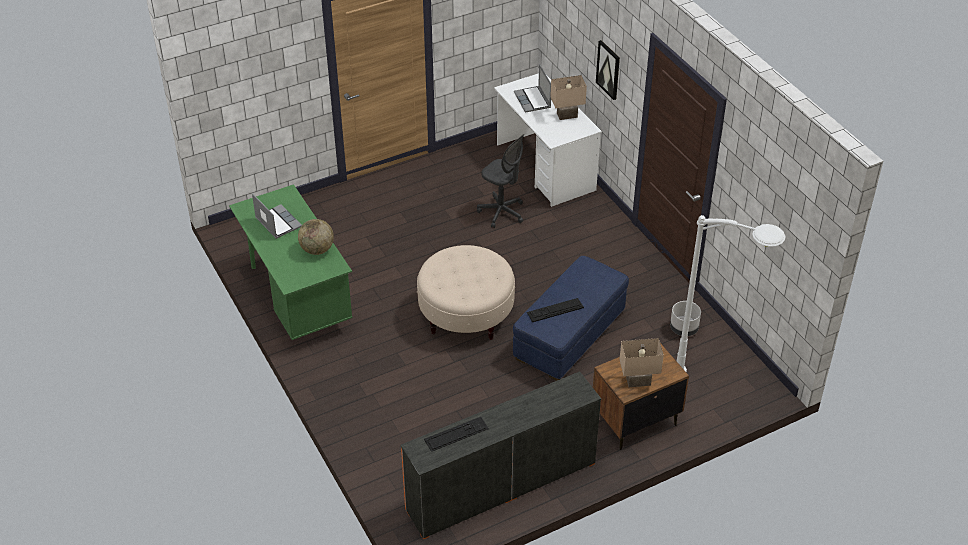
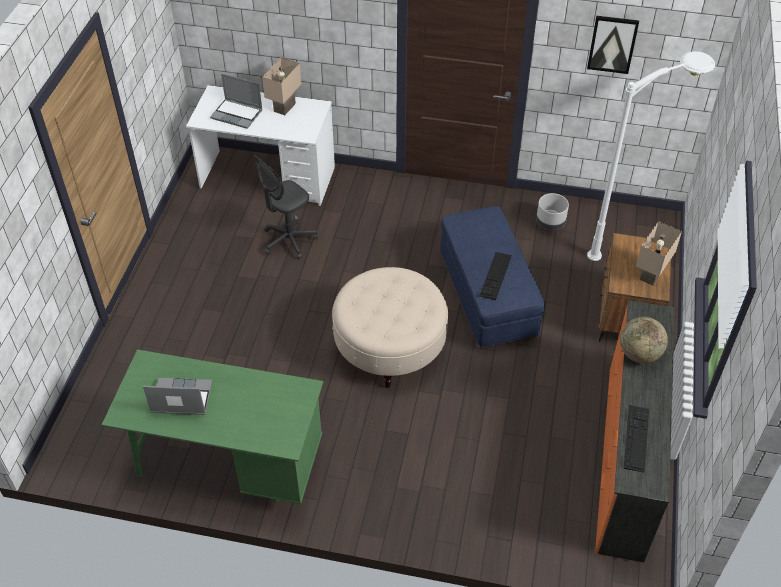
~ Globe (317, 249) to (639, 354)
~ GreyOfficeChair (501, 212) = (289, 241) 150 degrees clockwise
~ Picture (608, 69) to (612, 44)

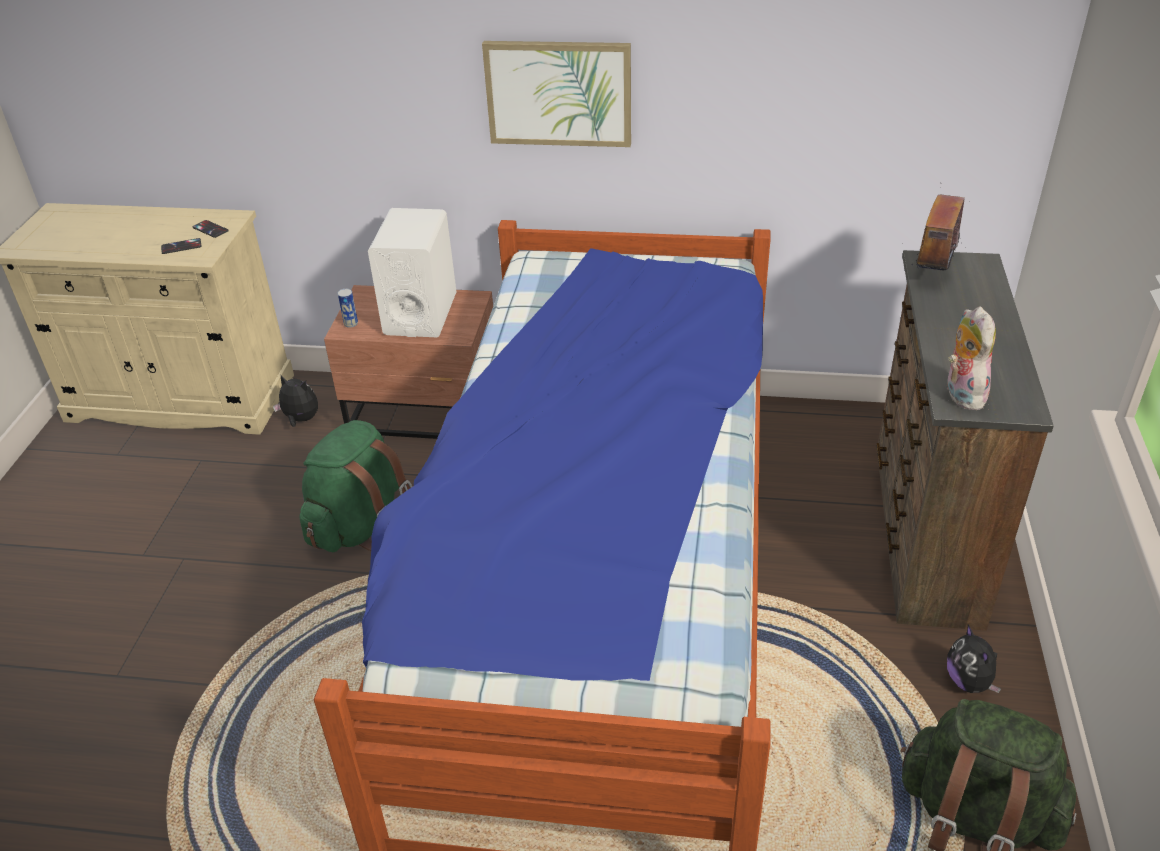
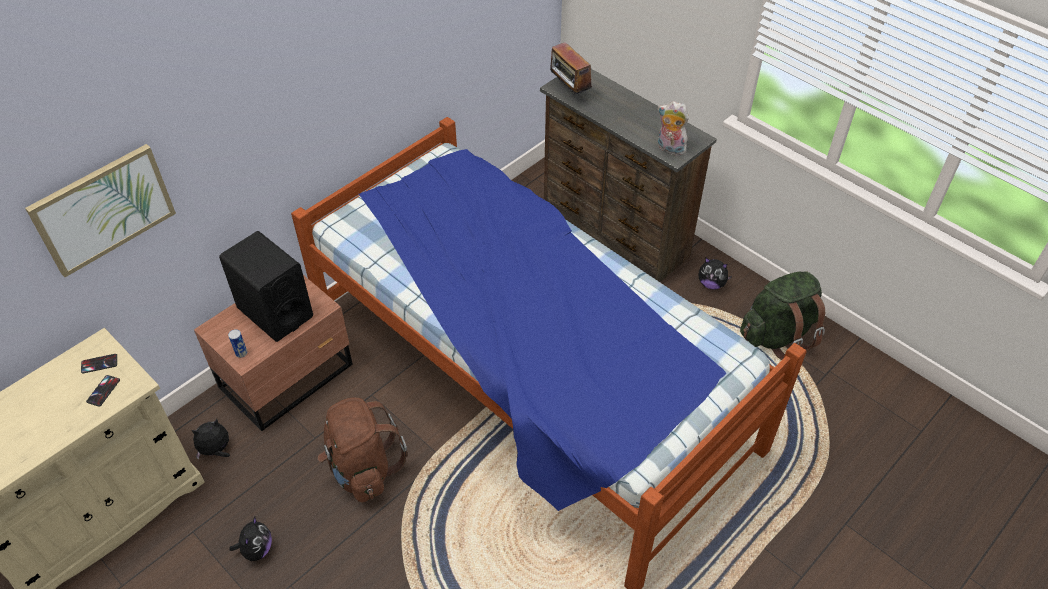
~ GreenBackpack (360, 526) to BrownBackpack (363, 468)
~ WhiteSpeaker (420, 314) to BlackSpeaker (275, 312)
~ Picture (559, 93) to (103, 209)
+ PlushToy (257, 549)

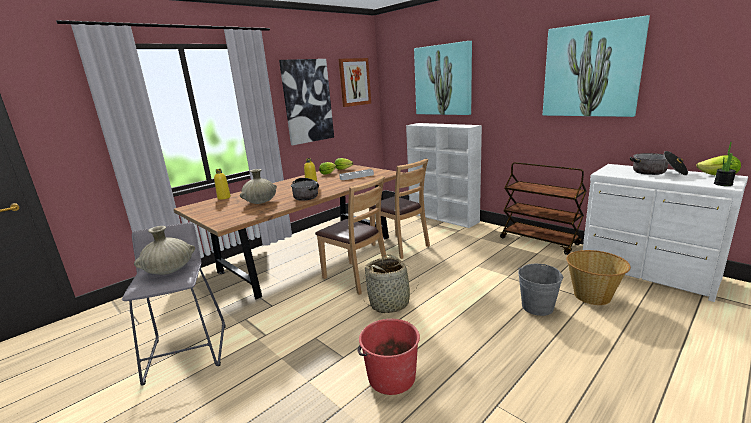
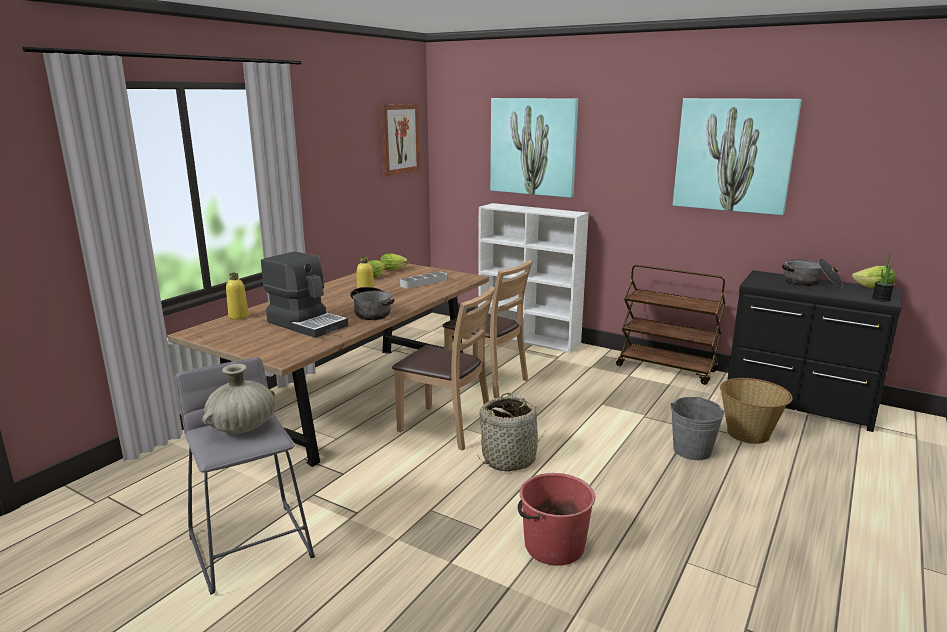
~ BeigeVase (260, 202) to CoffeeMachine (307, 323)
- Picture (307, 101)
~ WhiteDresser (648, 273) to BlackDresser (799, 403)

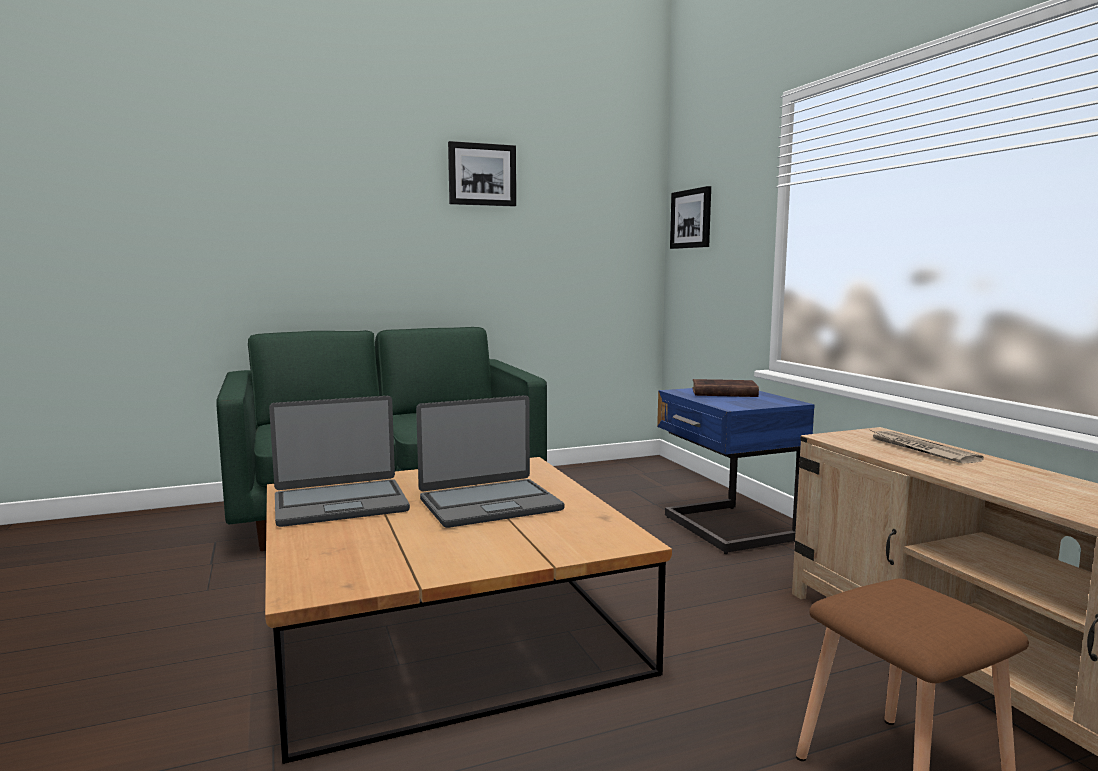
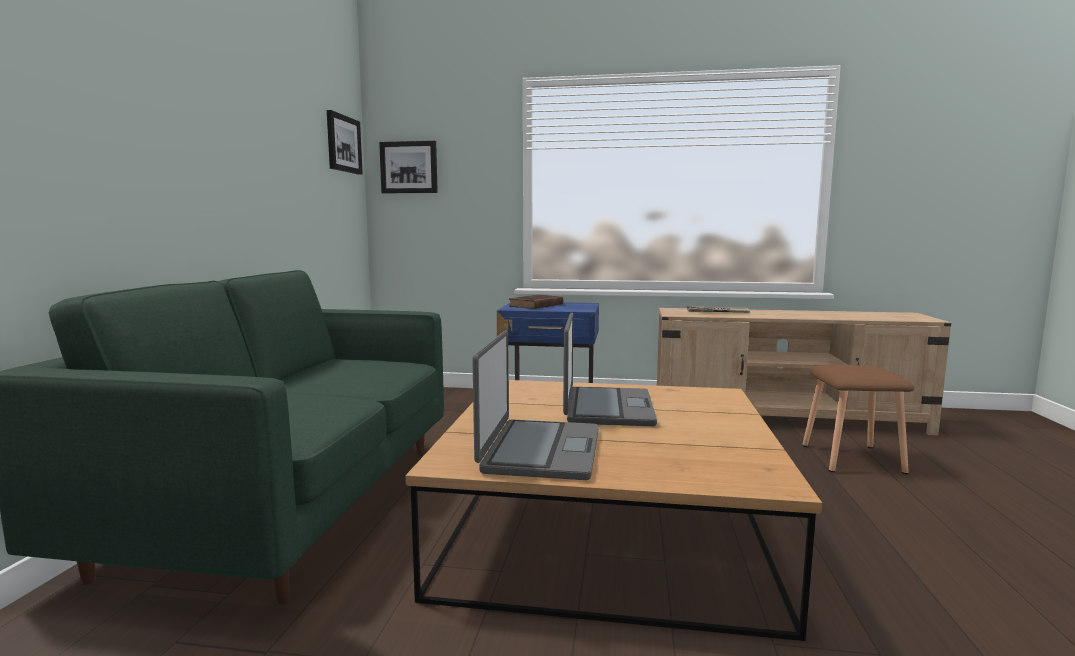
~ Picture (482, 174) to (343, 144)

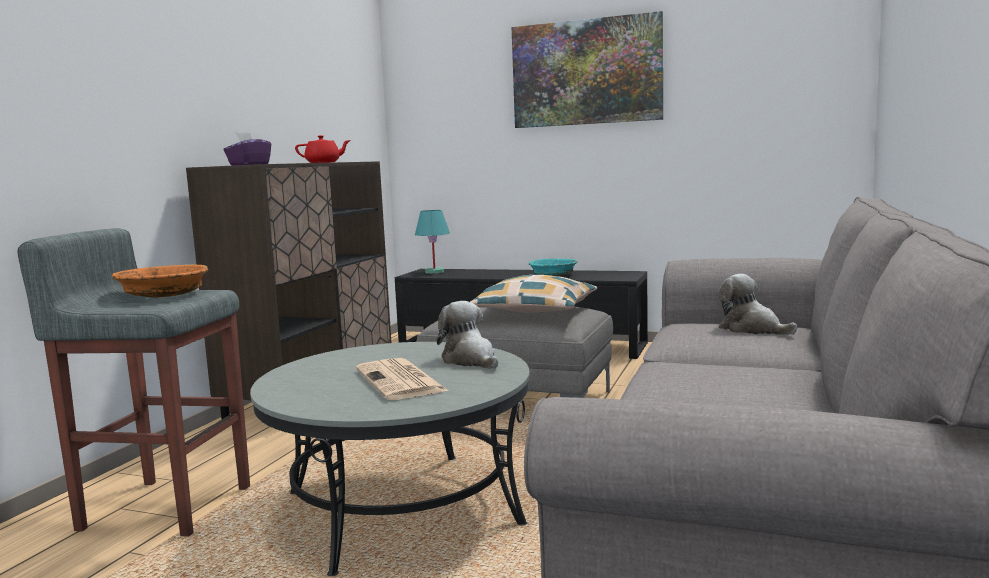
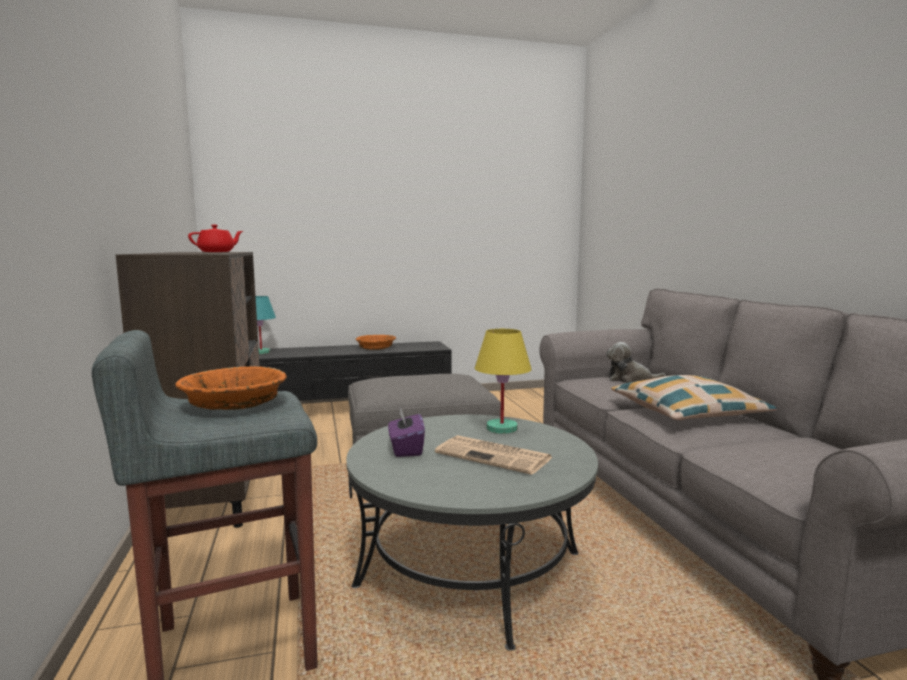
~ PurpleTissueBox (249, 165) to (406, 449)
~ PlushToy (470, 360) to YellowTableLamp (502, 428)
~ Pillow (536, 310) to (686, 413)
- Picture (586, 72)
~ TurquoiseBowl (553, 274) to OrangeBowl (376, 348)

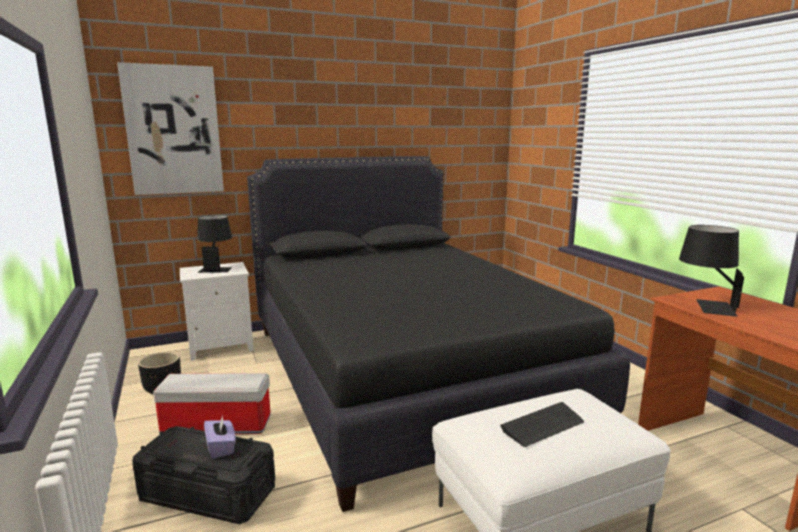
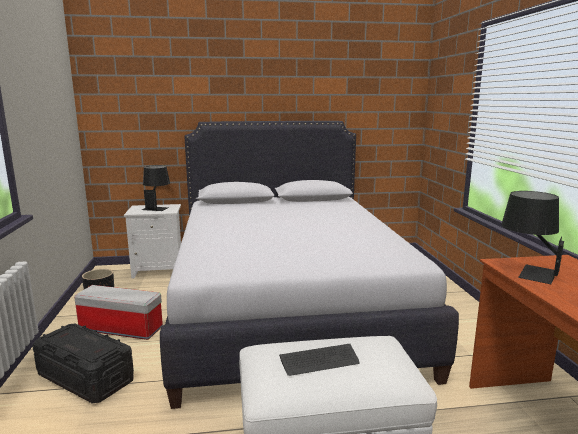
- Picture (173, 130)
- PurpleTissueBox (221, 447)
~ BlackBed (404, 373) to WhiteBed (286, 307)

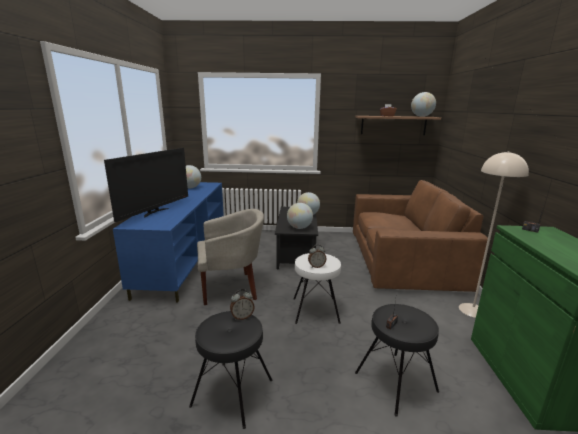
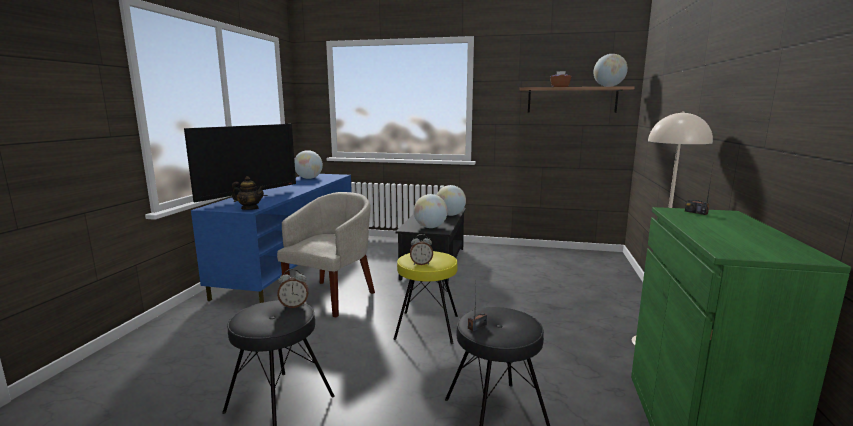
~ BeigeArmchair (231, 288) = (332, 297) 60 degrees counterclockwise
~ WhiteStool (315, 310) to YellowStool (427, 327)
- BrownSofa (403, 259)
+ Teapot (250, 208)

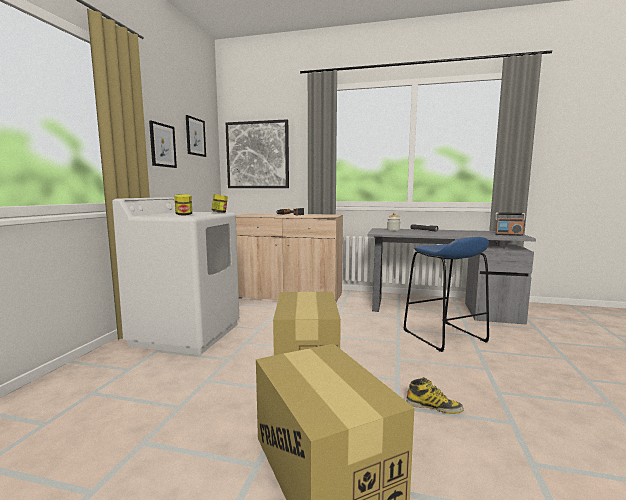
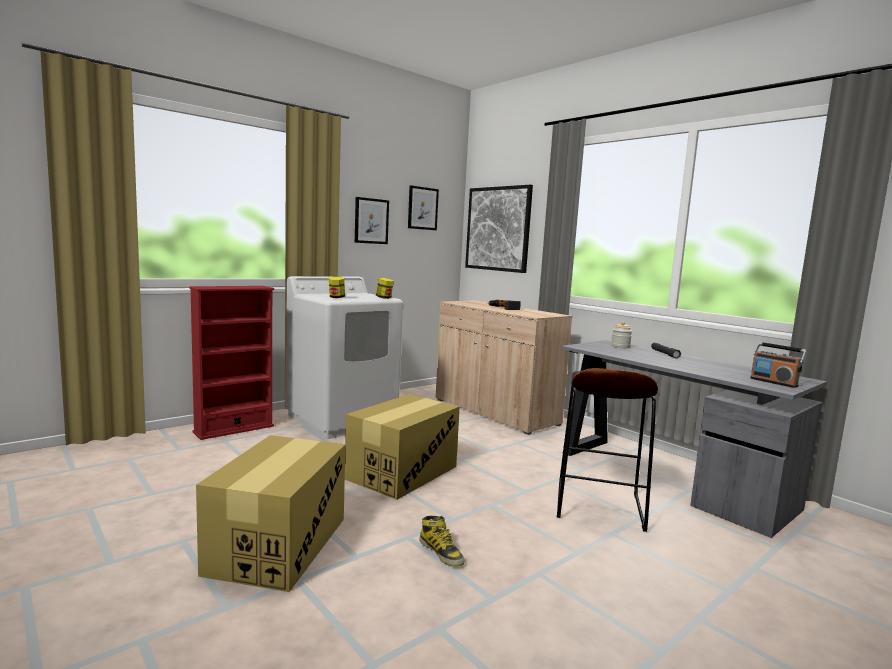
~ BlueStool (444, 336) to BrownStool (598, 505)
+ RedBookcase (234, 429)

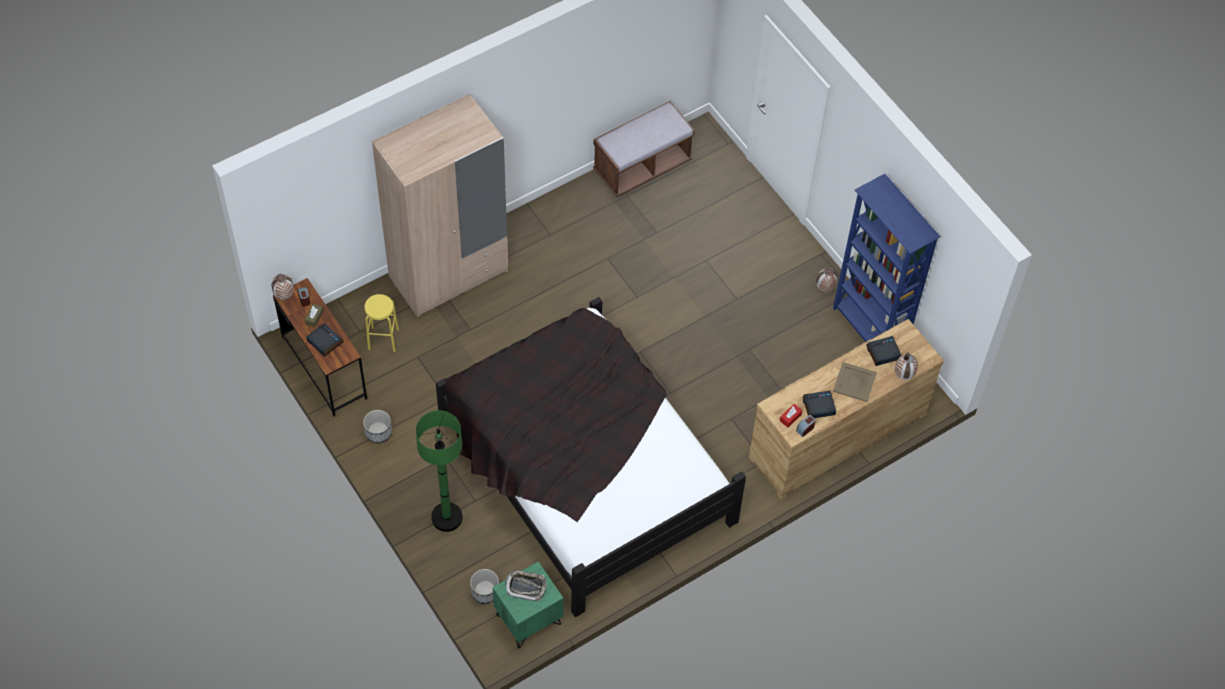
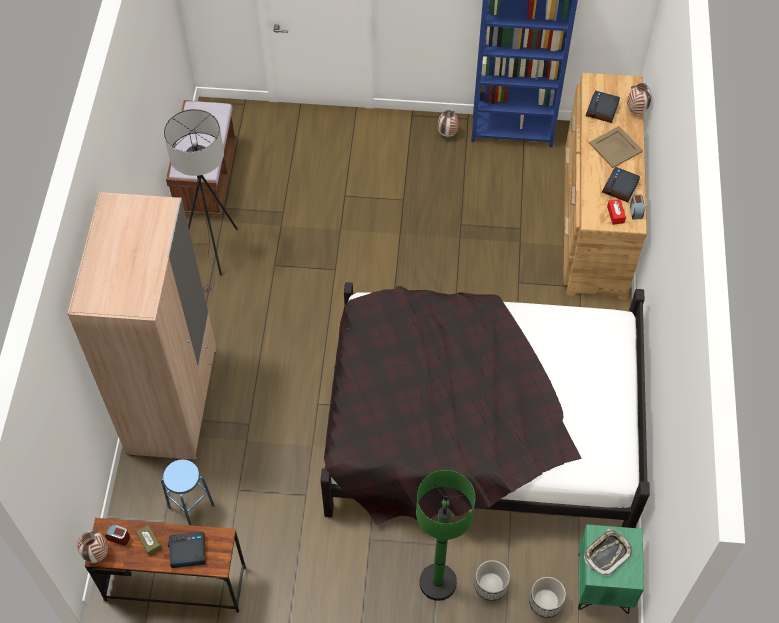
~ Planter (378, 432) to (490, 586)
~ YellowStool (383, 339) to BlueStool (191, 506)
+ GreyFloorLamp (216, 252)

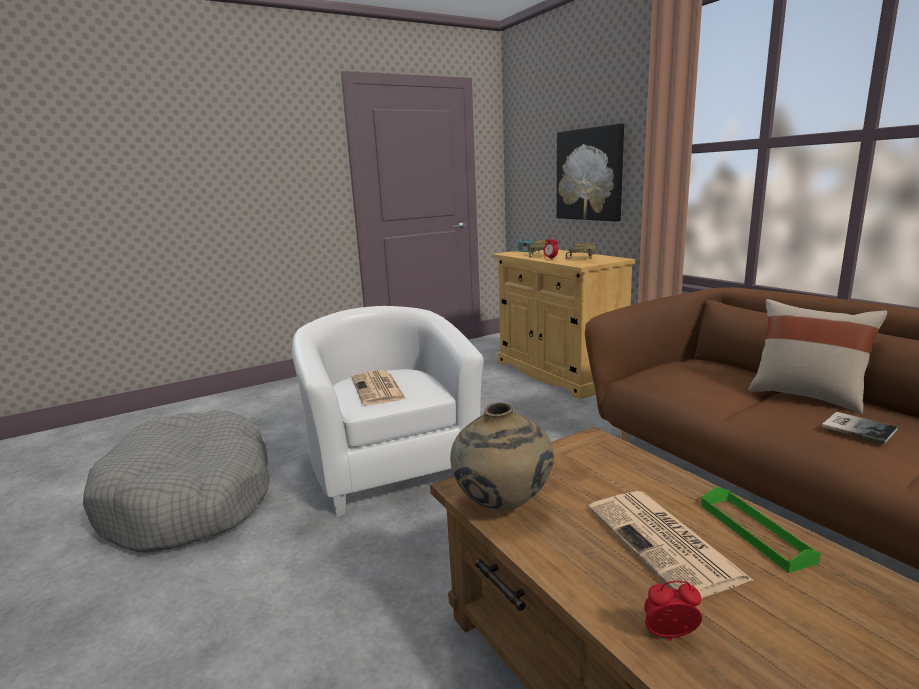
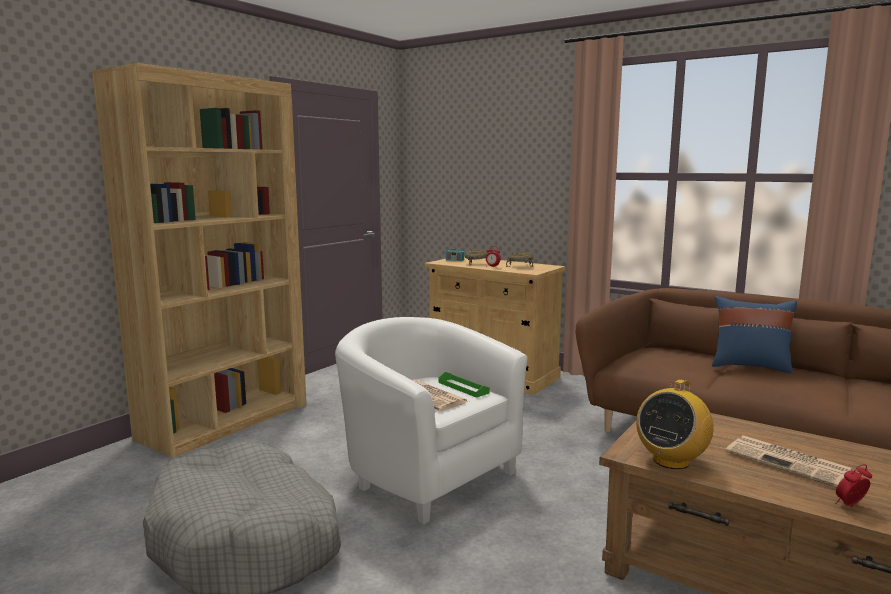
~ BeigeVase (503, 507) to Radio (671, 461)
- Picture (590, 174)
~ GreenTray (755, 532) to (463, 388)
~ BeigePillow (806, 396) to BluePillow (749, 366)
- Book (857, 427)
+ BrownBookcase (225, 421)

